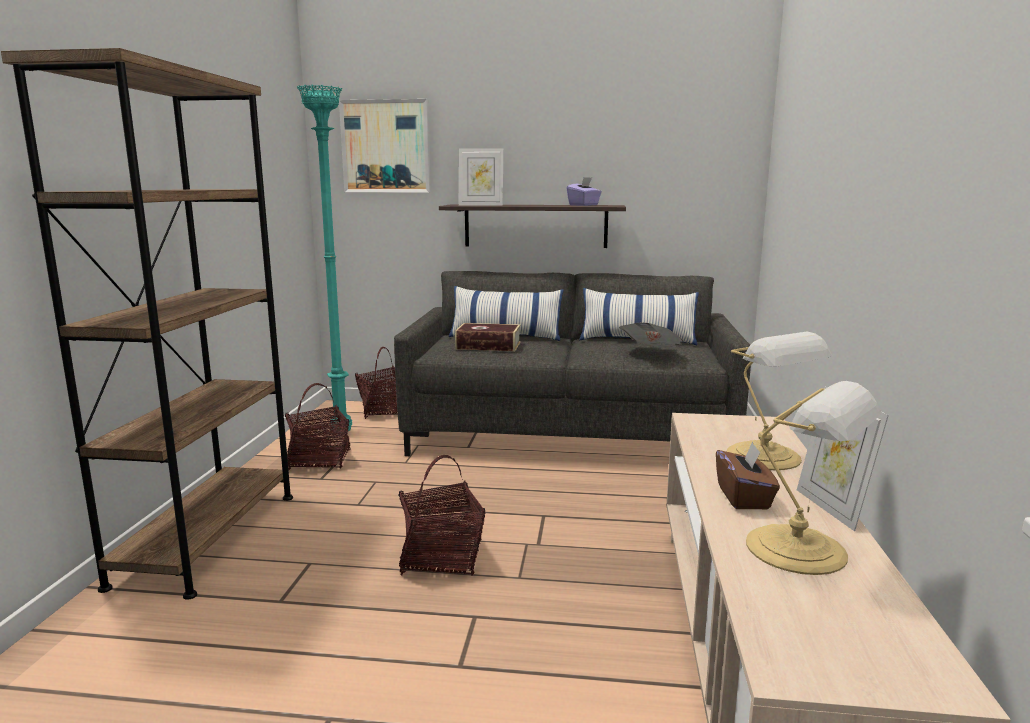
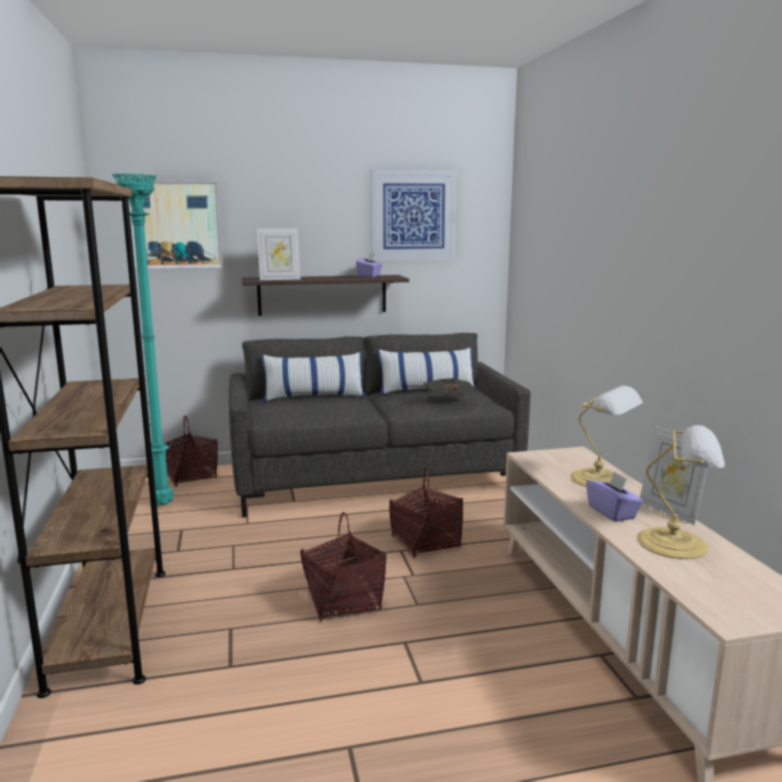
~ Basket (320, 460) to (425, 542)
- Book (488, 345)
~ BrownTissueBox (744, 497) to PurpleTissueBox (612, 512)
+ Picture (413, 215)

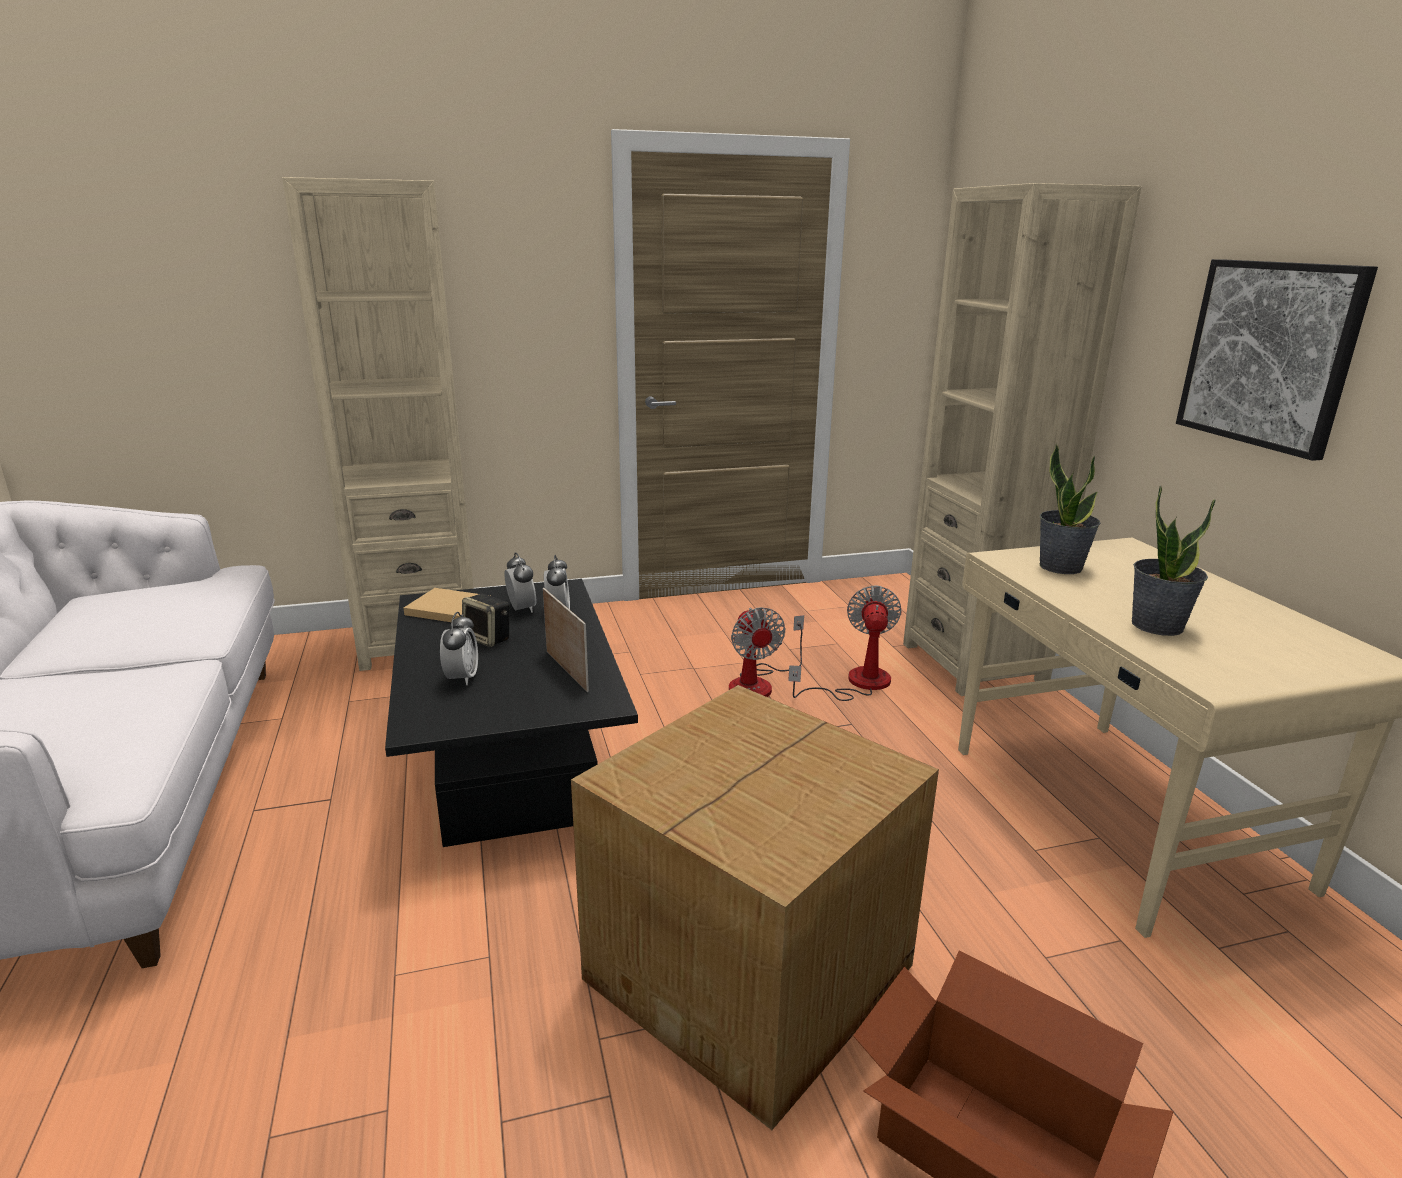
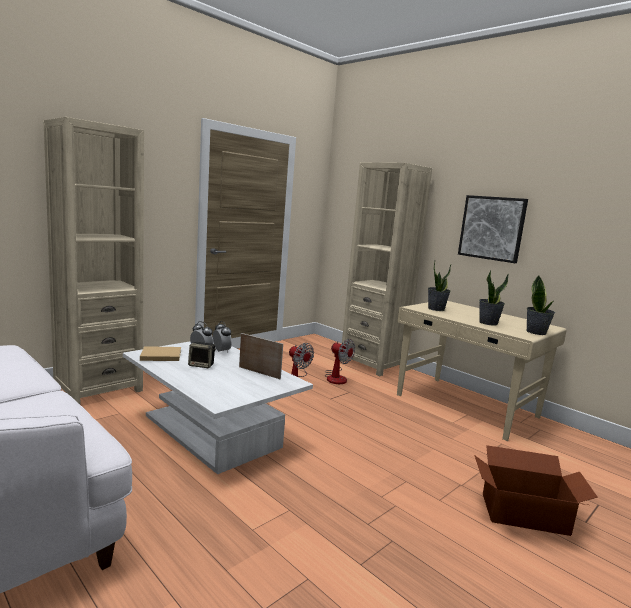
~ BlackCoffeeTable (512, 758) to WhiteCoffeeTable (211, 431)
- AlarmClock (462, 678)
- CardboardBox (754, 972)
~ Fan (856, 683) = (336, 377) 150 degrees clockwise
+ PottedPlant (536, 332)

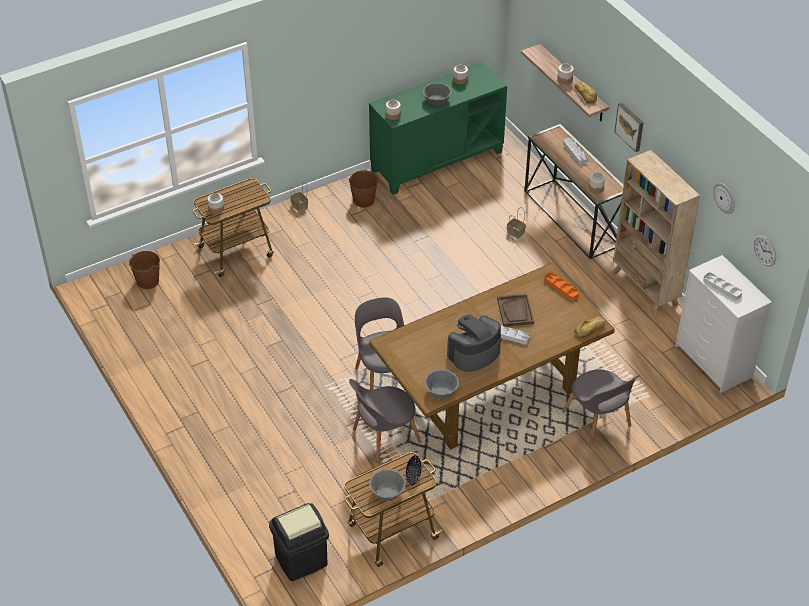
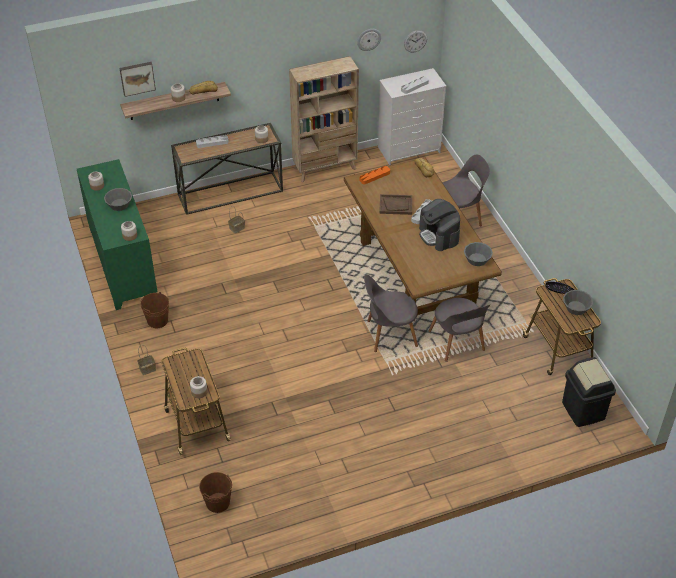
~ Picture (630, 126) to (137, 78)

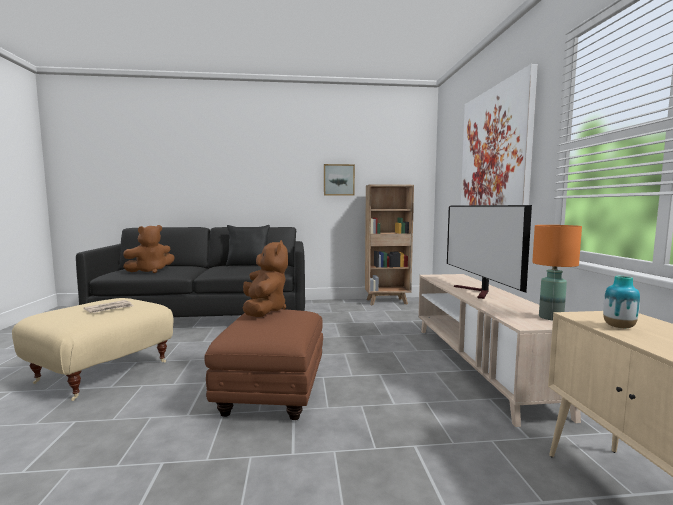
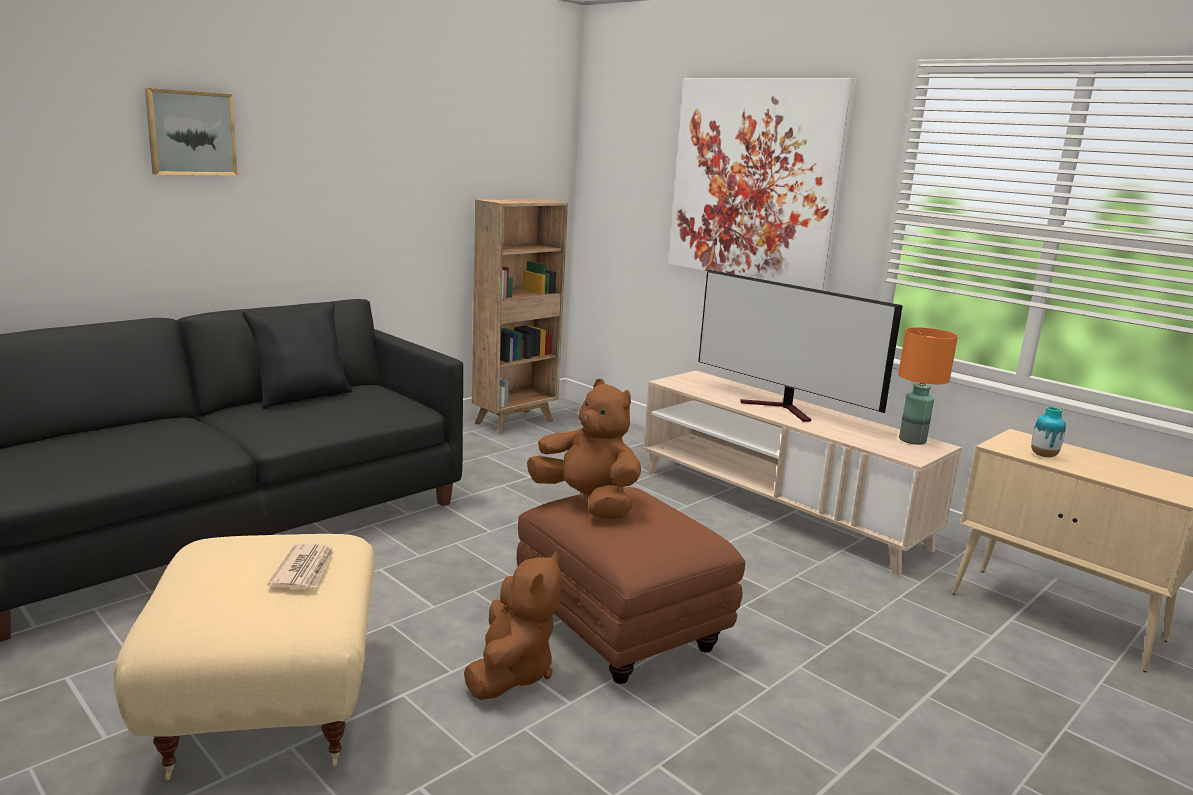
~ BrownPlushToy (150, 271) to (511, 672)
~ Picture (338, 180) to (191, 133)

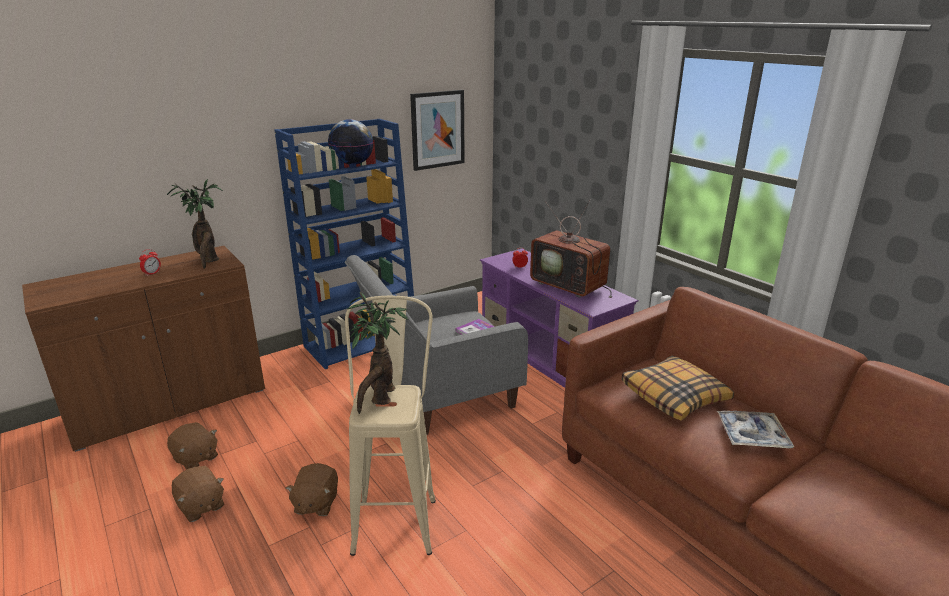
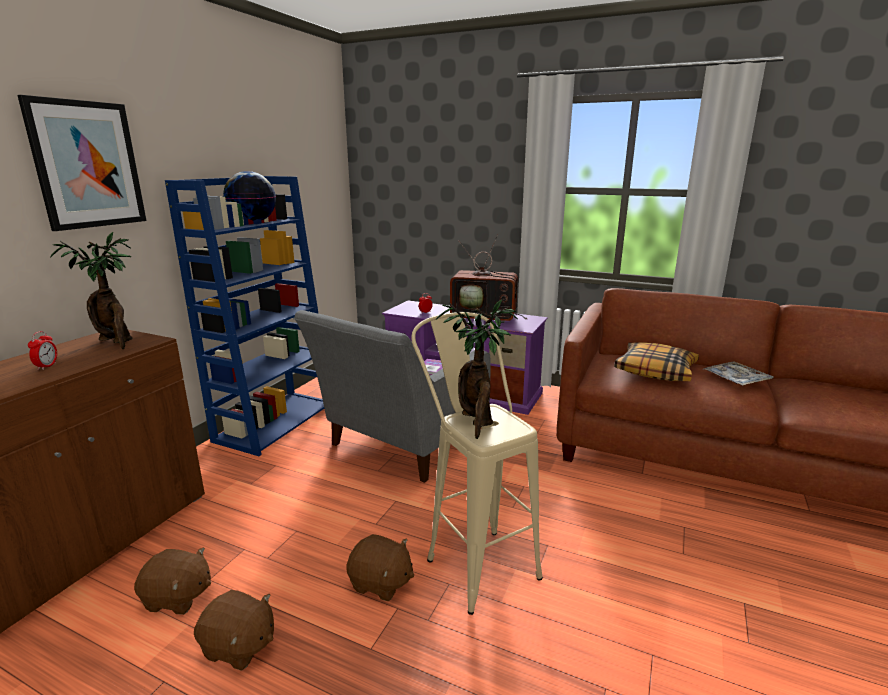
~ BrownPlushToy (315, 503) = (380, 583) 45 degrees counterclockwise
~ Picture (437, 129) to (87, 165)

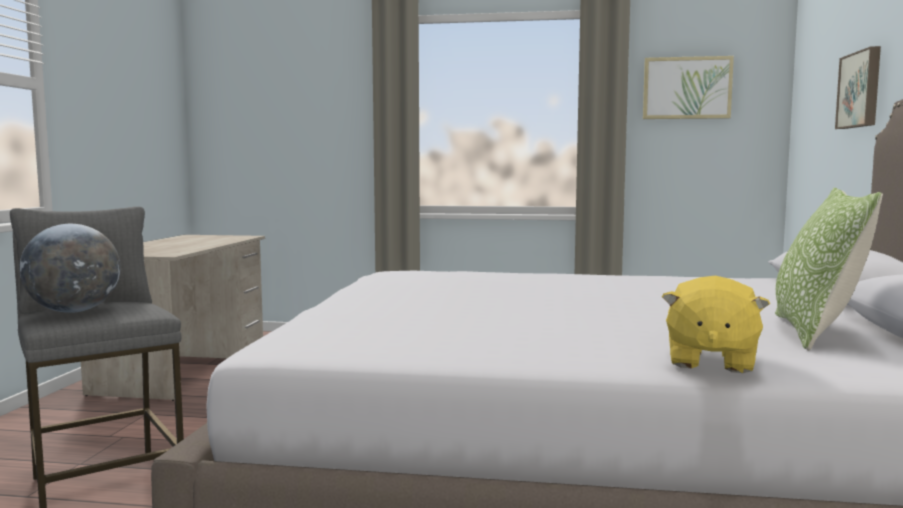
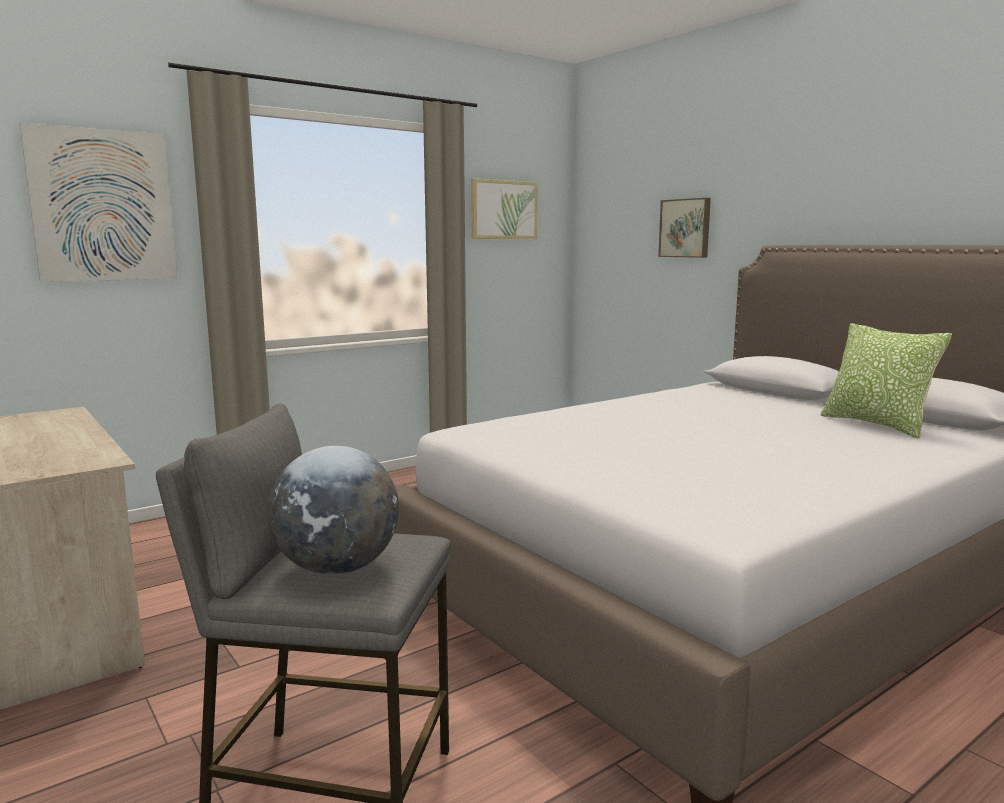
- YellowPlushToy (710, 361)
+ Picture (103, 206)

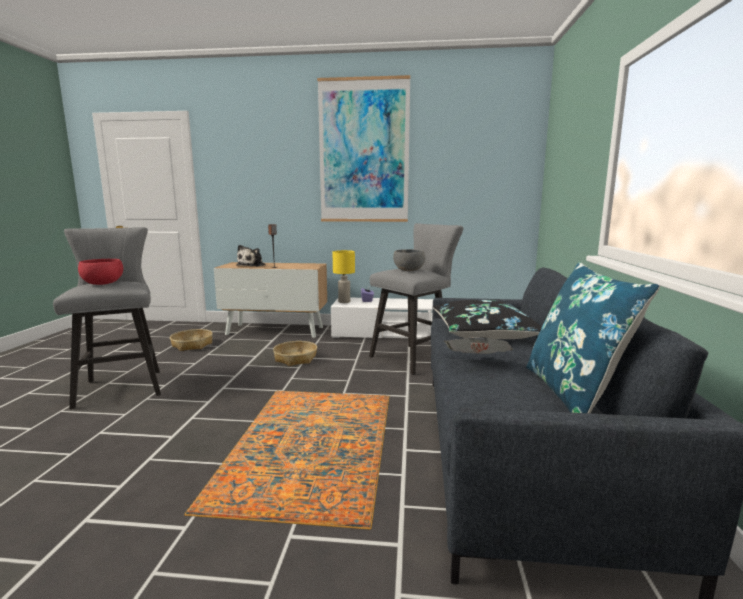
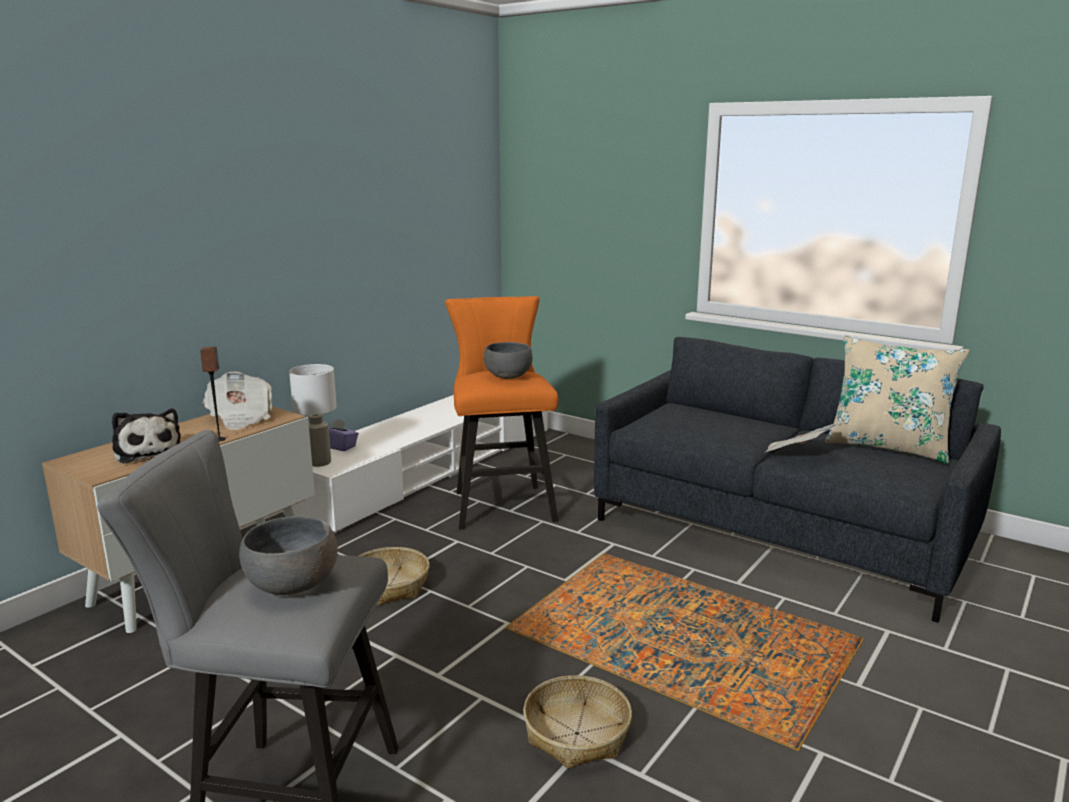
~ RedBowl (103, 283) to GreyBowl (293, 584)
~ Basket (192, 345) to (576, 733)
- Picture (364, 152)
~ YellowTableLamp (344, 302) to WhiteTableLamp (319, 463)
~ GreyStool (414, 357) to OrangeStool (501, 503)
- BlackPillow (484, 332)
~ BluePillow (573, 393) to BeigePillow (887, 447)
+ Newspaper (240, 418)

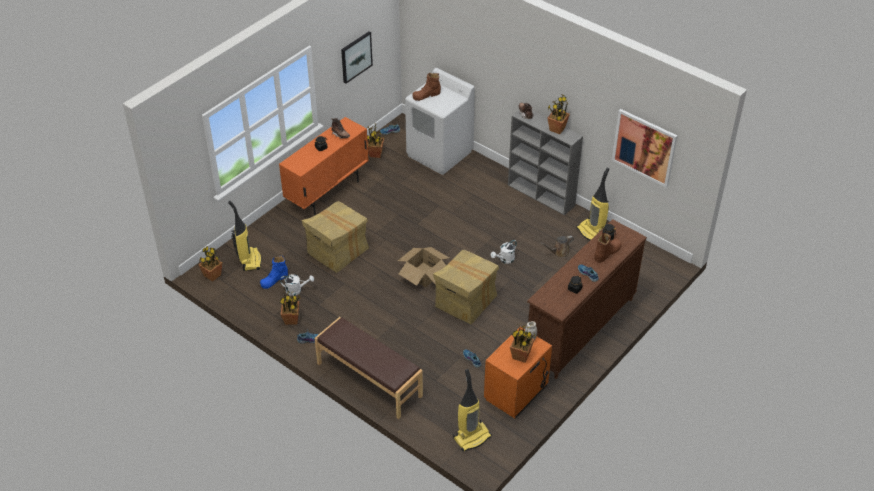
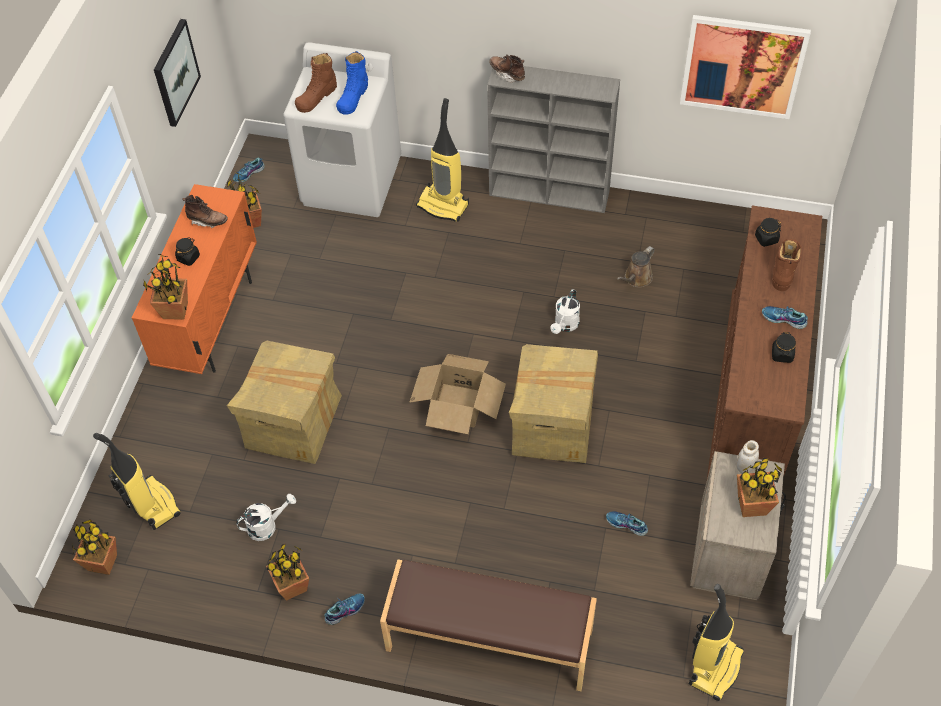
~ BlueBoot (274, 279) to (353, 97)
~ OrangeNightstand (516, 393) to BeigeNightstand (730, 552)
~ PottedPlant (557, 129) to (175, 311)
~ VacuumCleaner (592, 232) to (444, 205)

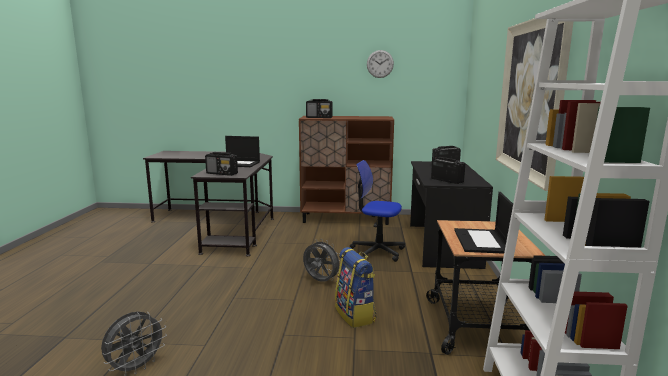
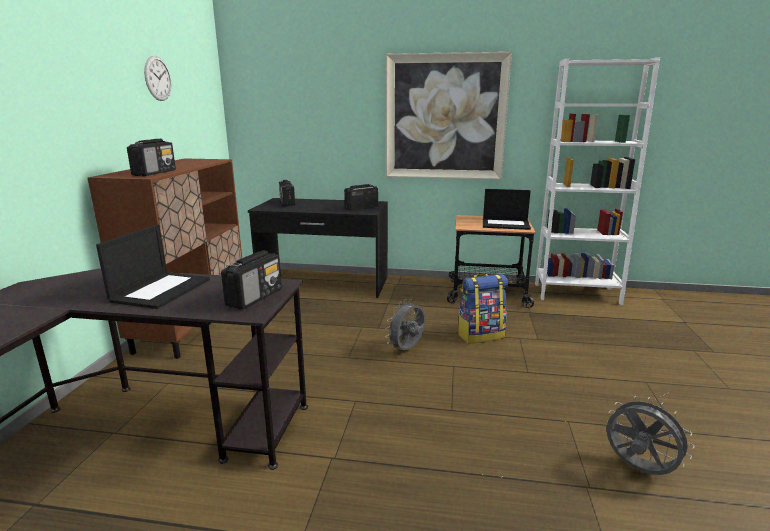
- OfficeChair (377, 251)

